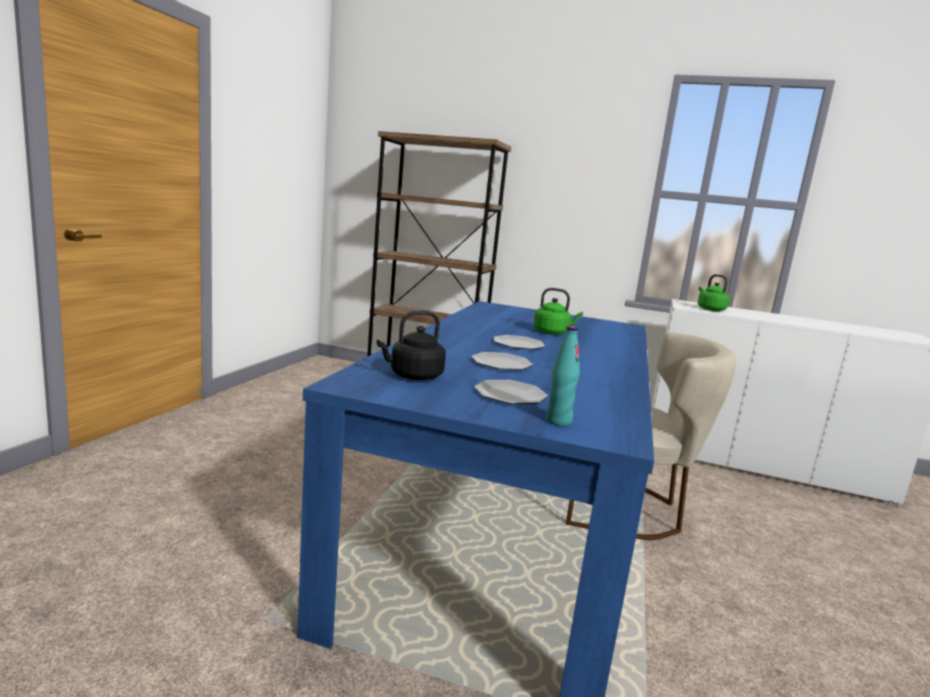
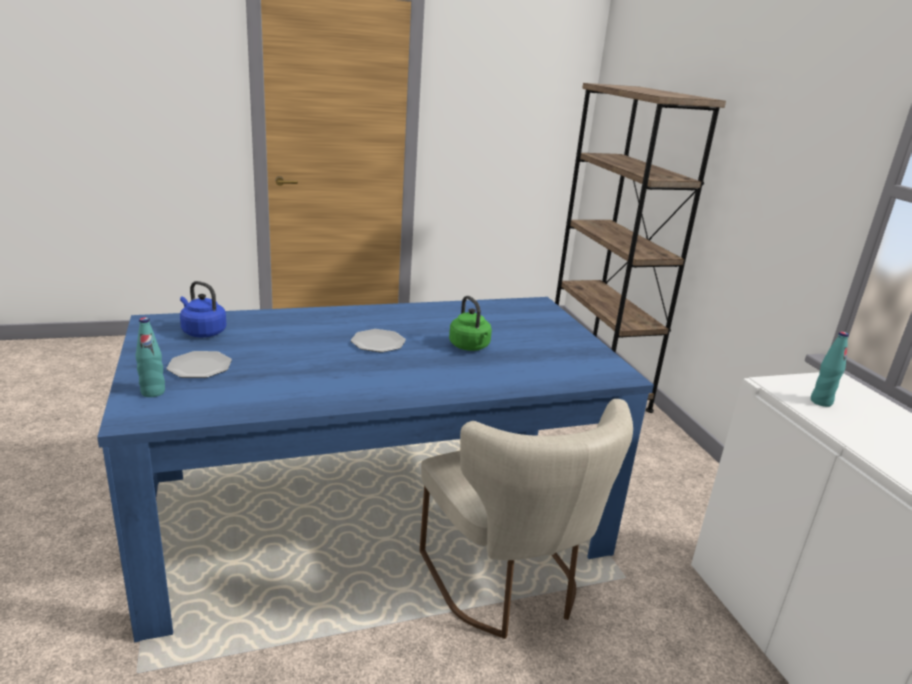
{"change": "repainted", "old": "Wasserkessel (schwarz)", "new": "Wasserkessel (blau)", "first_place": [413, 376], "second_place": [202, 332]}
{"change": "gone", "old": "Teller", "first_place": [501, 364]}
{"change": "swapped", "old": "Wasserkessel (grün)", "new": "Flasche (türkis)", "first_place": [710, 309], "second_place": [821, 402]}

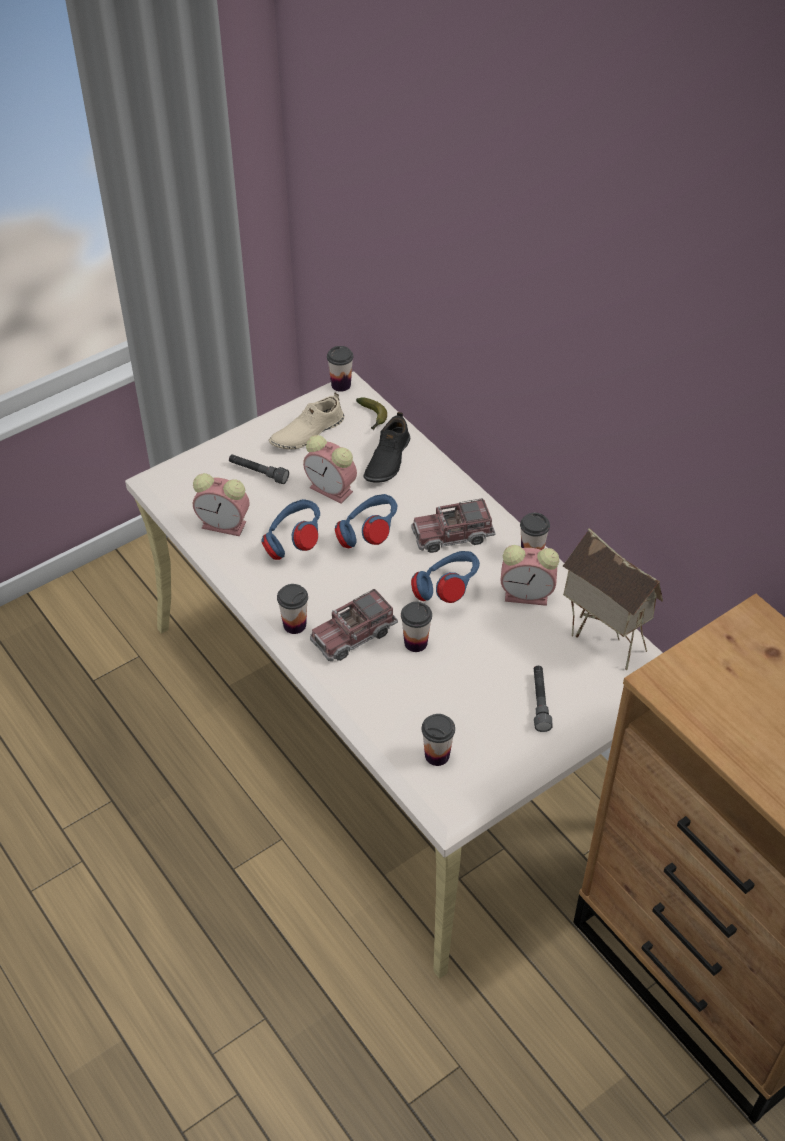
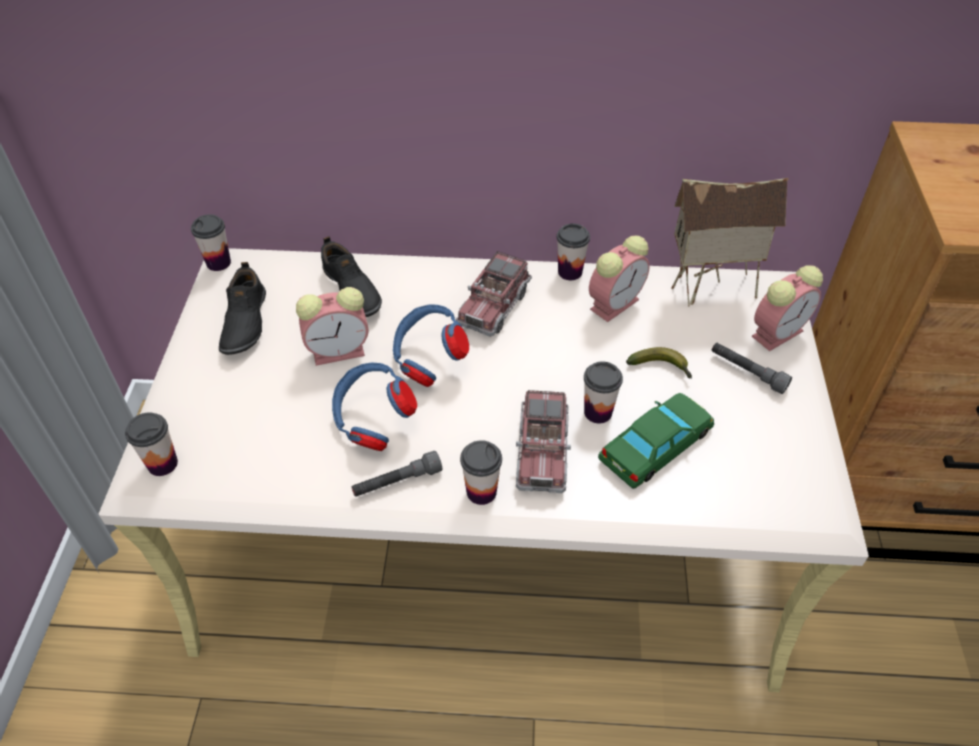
{"change": "shifted", "old": "Wecker", "first_place": [226, 525], "second_place": [778, 332]}
{"change": "shifted", "old": "Taschenlampe (grau)", "first_place": [258, 473], "second_place": [397, 482]}
{"change": "repainted", "old": "Schuh (beige)", "new": "Schuh (schwarz)", "first_place": [307, 432], "second_place": [244, 322]}
{"change": "shifted", "old": "Banane", "first_place": [372, 417], "second_place": [662, 368]}
{"change": "gone", "old": "Kopfhörer (blau)", "first_place": [447, 591]}
{"change": "shifted", "old": "Tasse", "first_place": [437, 755], "second_place": [162, 464]}
{"change": "new", "new": "Spielzeugauto (grün)", "second_place": [656, 444]}

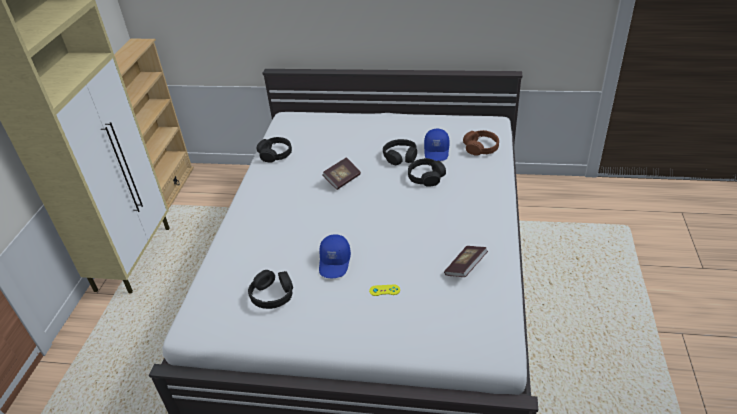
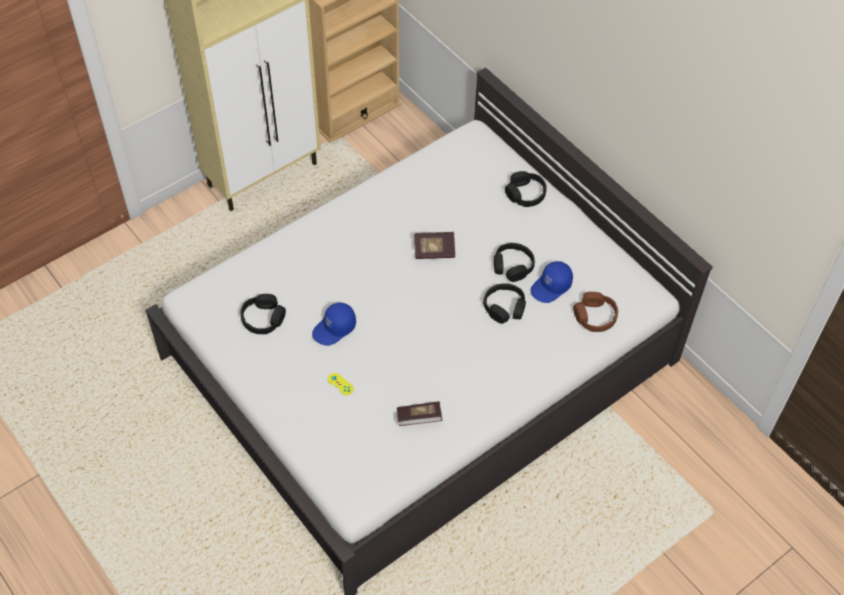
{"change": "shifted", "old": "Kopfhörer (schwarz)", "first_place": [275, 154], "second_place": [525, 194]}

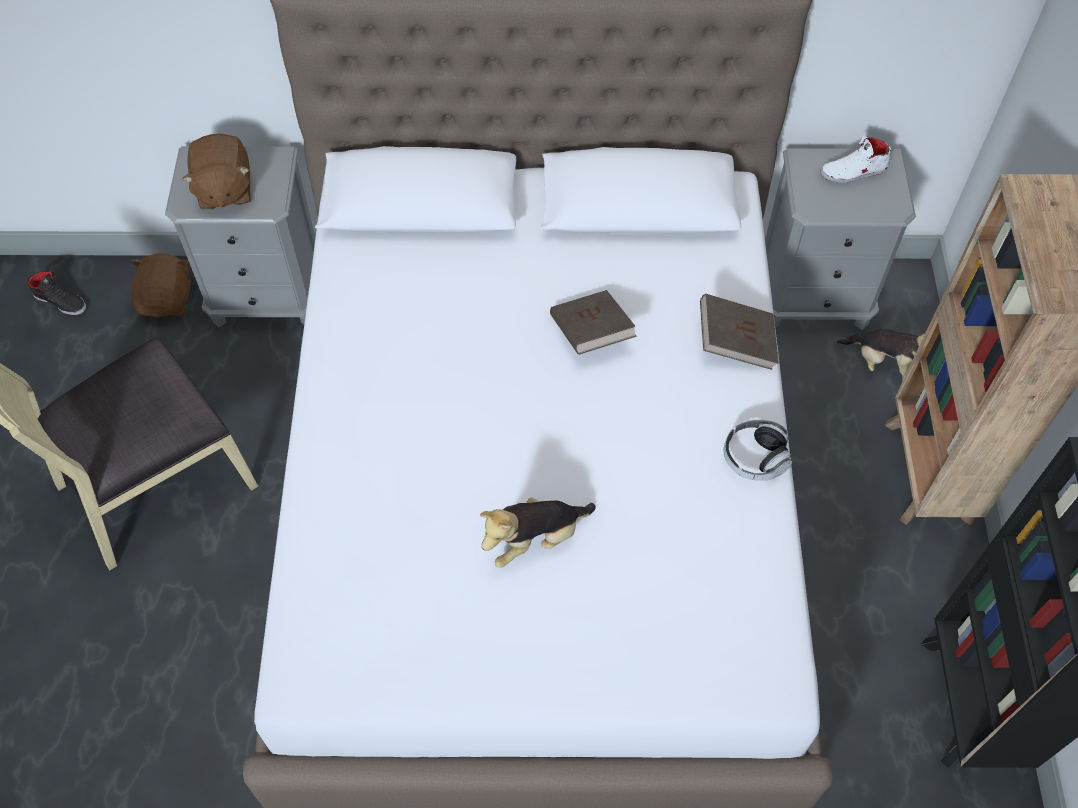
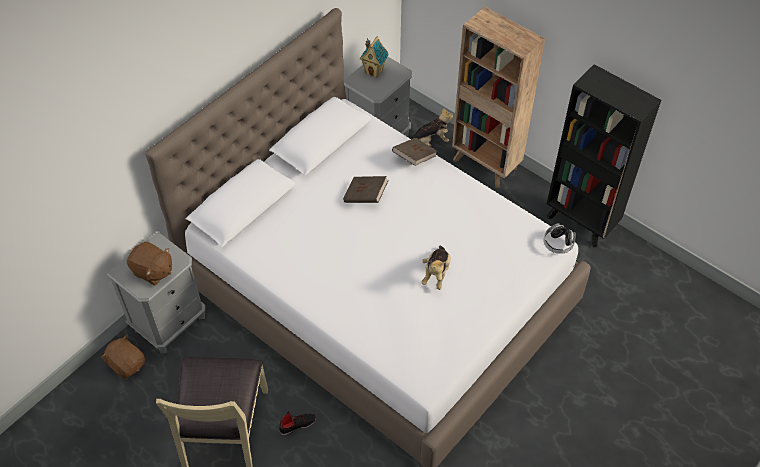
{"change": "shifted", "old": "Schuh (schwarz)", "first_place": [61, 301], "second_place": [297, 424]}
{"change": "shifted", "old": "Kopfhörer", "first_place": [754, 458], "second_place": [558, 244]}
{"change": "swapped", "old": "Schuh (weiß)", "new": "Spielzeughaus", "first_place": [853, 172], "second_place": [374, 71]}

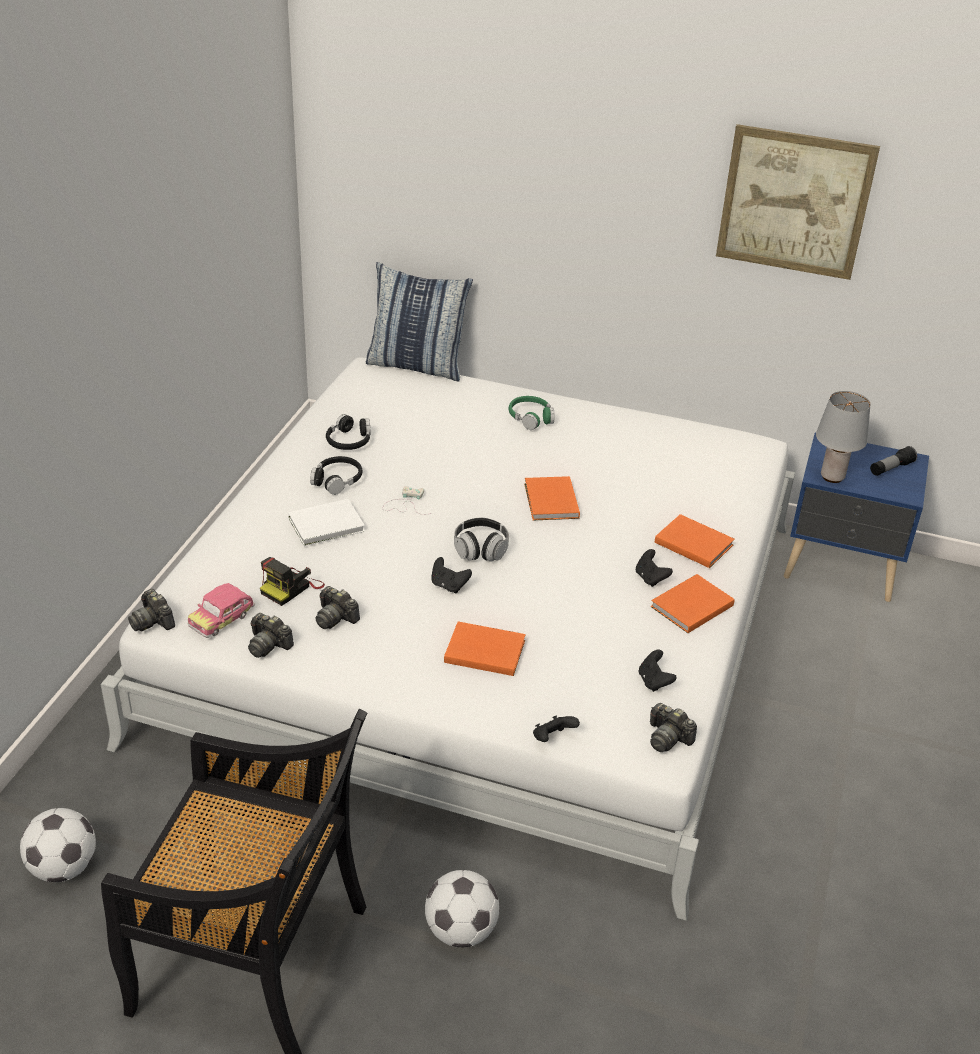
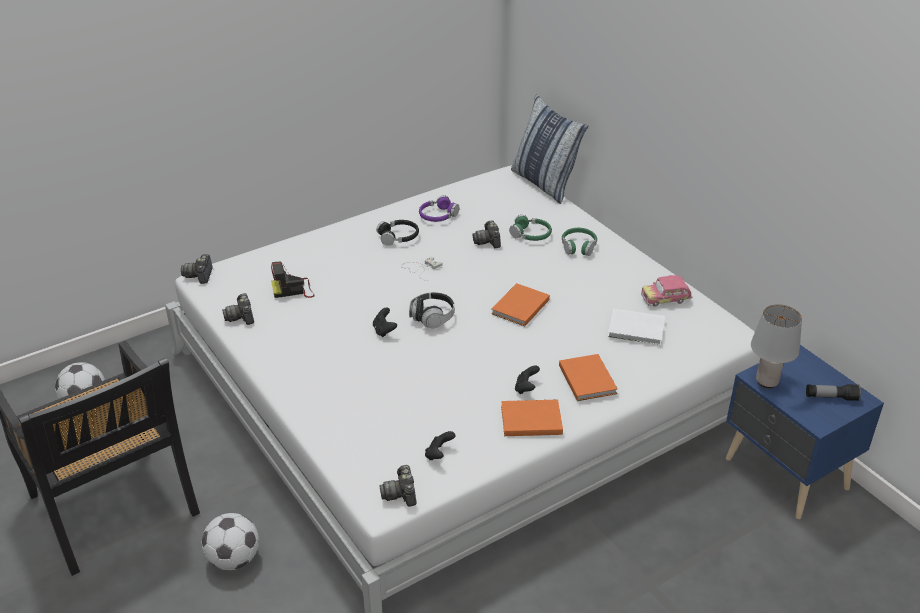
{"change": "shifted", "old": "Spielzeugauto", "first_place": [222, 619], "second_place": [665, 299]}
{"change": "shifted", "old": "Buch (weiß)", "first_place": [328, 525], "second_place": [637, 330]}
{"change": "shifted", "old": "Kamera", "first_place": [335, 617], "second_place": [488, 241]}
{"change": "repainted", "old": "Kopfhörer (schwarz)", "new": "Kopfhörer (lila)", "first_place": [349, 441], "second_place": [438, 215]}
{"change": "gone", "old": "Buch (orange)", "first_place": [483, 650]}
{"change": "gone", "old": "Gamepad (schwarz)", "first_place": [552, 738]}
{"change": "gone", "old": "Bild", "first_place": [794, 202]}
{"change": "new", "new": "Kopfhörer (grün)", "second_place": [531, 234]}

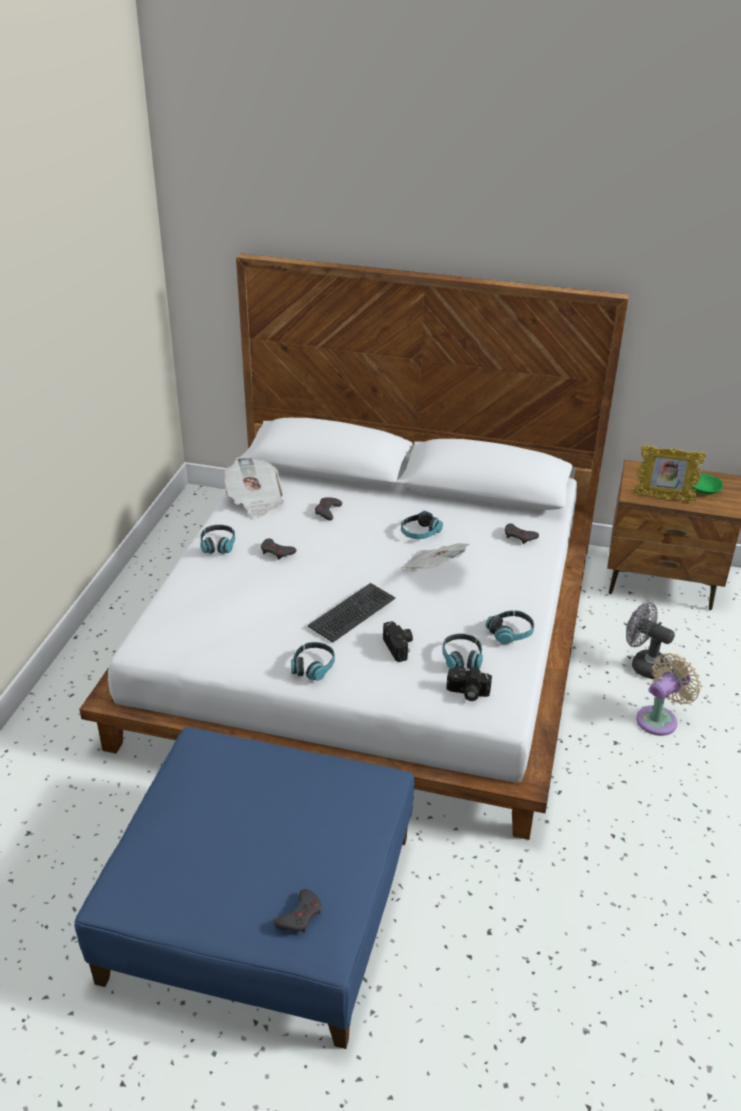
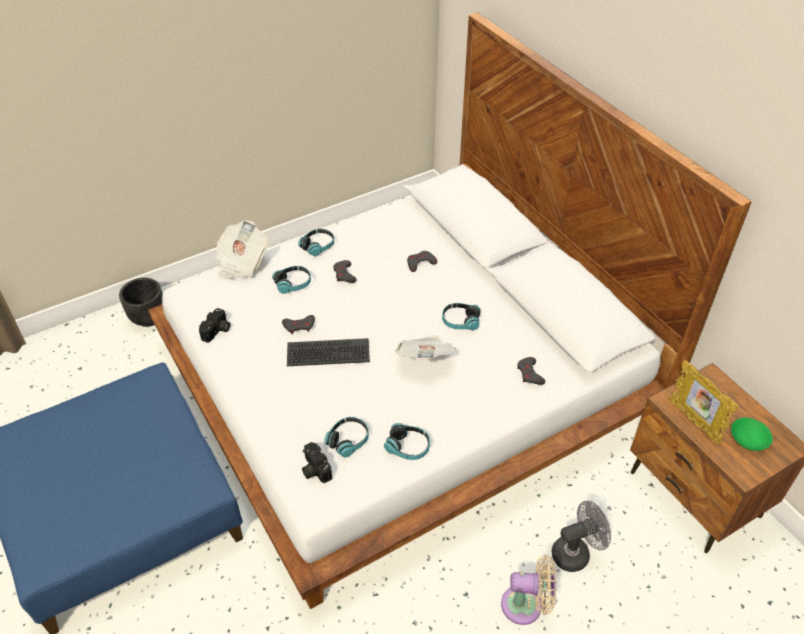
{"change": "shifted", "old": "Zeitung", "first_place": [255, 501], "second_place": [241, 263]}
{"change": "shifted", "old": "Gamepad (grau)", "first_place": [300, 915], "second_place": [299, 326]}
{"change": "shifted", "old": "Kopfhörer", "first_place": [313, 667], "second_place": [293, 284]}
{"change": "shifted", "old": "Kamera", "first_place": [399, 647], "second_place": [217, 331]}
{"change": "rotated", "old": "Ventilator (grau)", "first_place": [643, 665], "second_place": [576, 552], "degrees": 75}
{"change": "new", "new": "Pflanzkübel (schwarz)", "second_place": [148, 319]}

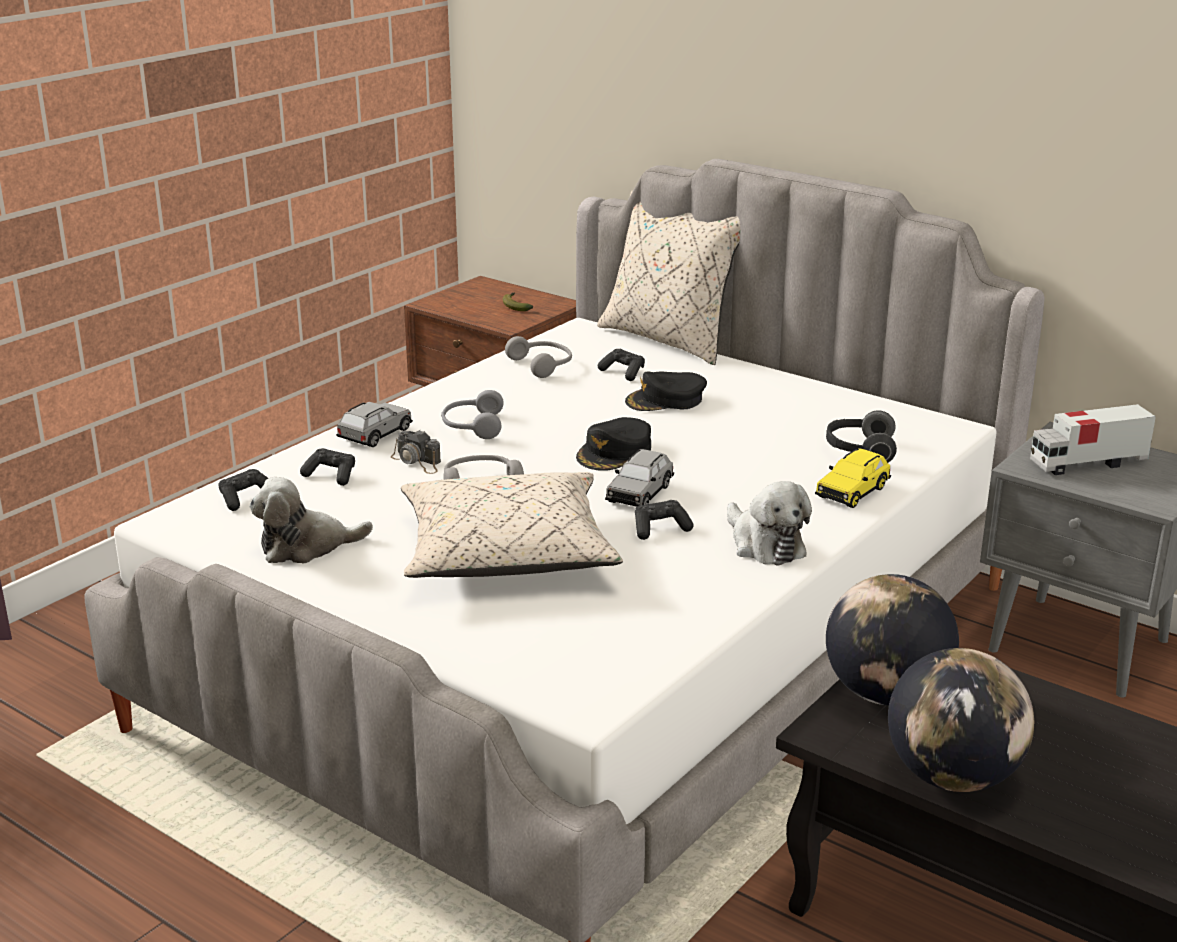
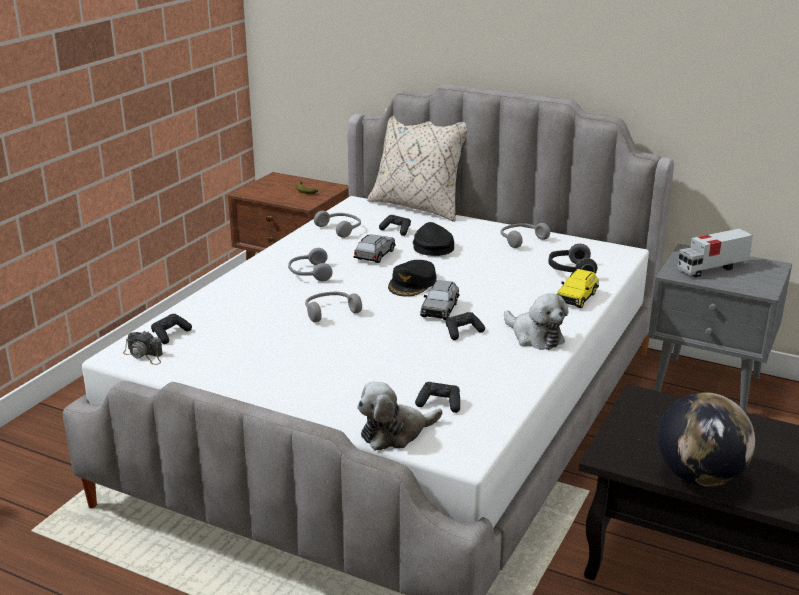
{"change": "shifted", "old": "Plüschtier", "first_place": [306, 547], "second_place": [395, 433]}
{"change": "shifted", "old": "Gamepad (schwarz)", "first_place": [331, 476], "second_place": [439, 404]}
{"change": "shifted", "old": "Spielzeugauto (grau)", "first_place": [375, 435], "second_place": [375, 255]}
{"change": "shifted", "old": "Kamera", "first_place": [417, 461], "second_place": [144, 355]}
{"change": "gone", "old": "Kissen (beige)", "first_place": [506, 553]}
{"change": "rotated", "old": "Kappe (schwarz)", "first_place": [666, 400], "second_place": [432, 247], "degrees": 105}
{"change": "gone", "old": "Globus", "first_place": [885, 694]}
{"change": "new", "new": "Kopfhörer (grau)", "second_place": [521, 240]}

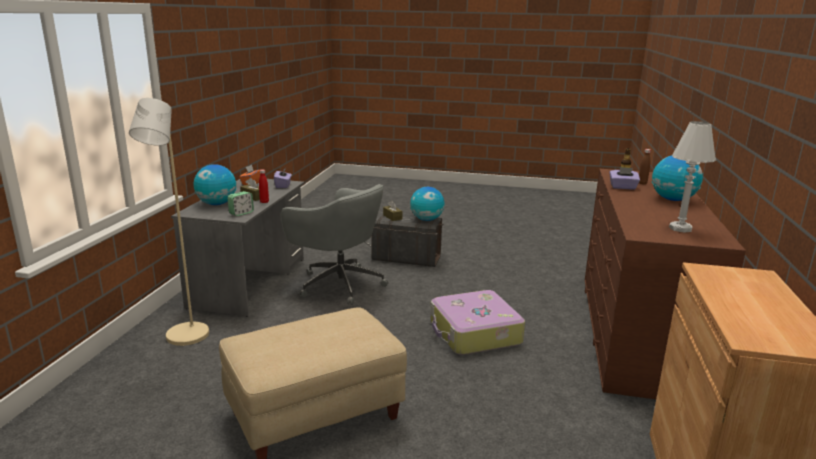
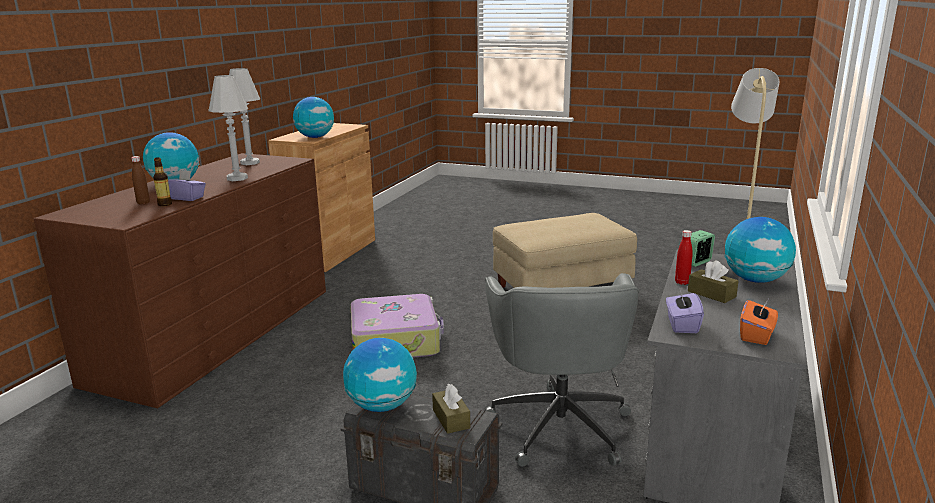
{"change": "rotated", "old": "Bürostuhl (grau)", "first_place": [338, 284], "second_place": [559, 424], "degrees": -135}
{"change": "new", "new": "Tischlampe (weiß)", "second_place": [237, 178]}
{"change": "new", "new": "Globus", "second_place": [315, 137]}

